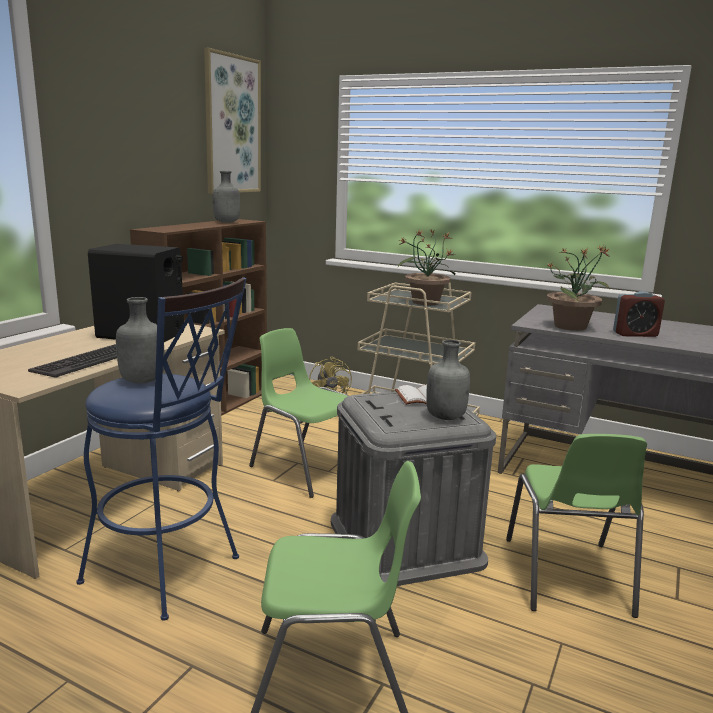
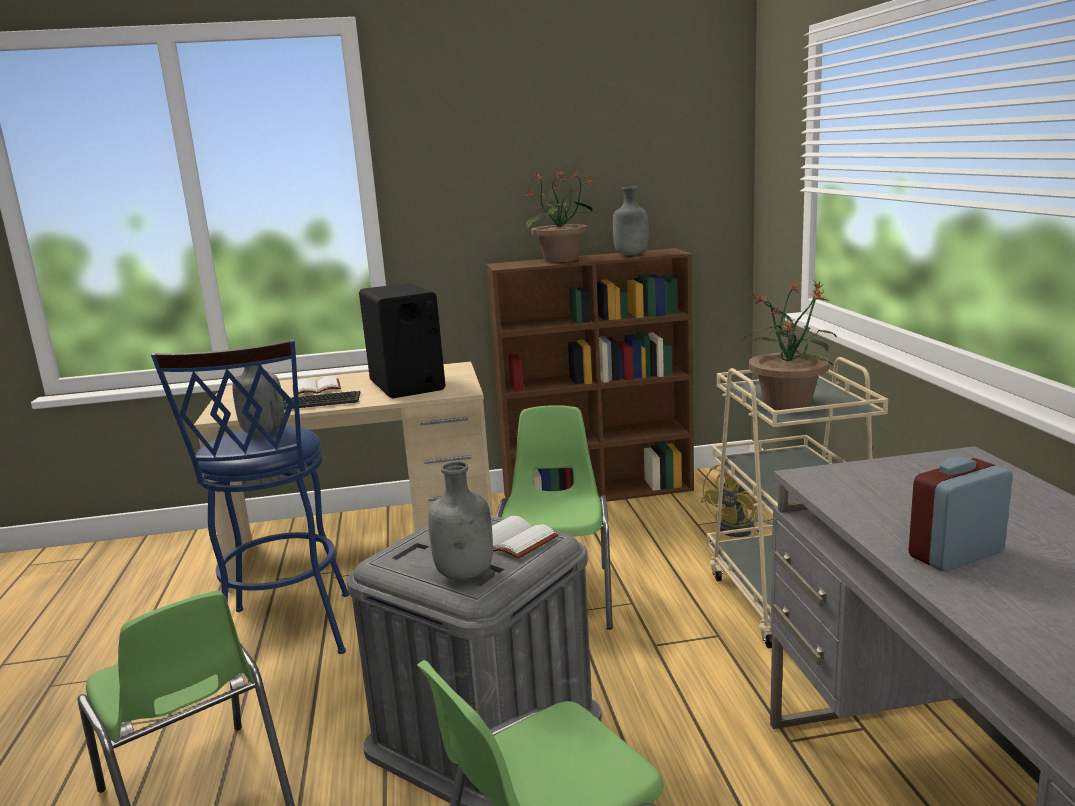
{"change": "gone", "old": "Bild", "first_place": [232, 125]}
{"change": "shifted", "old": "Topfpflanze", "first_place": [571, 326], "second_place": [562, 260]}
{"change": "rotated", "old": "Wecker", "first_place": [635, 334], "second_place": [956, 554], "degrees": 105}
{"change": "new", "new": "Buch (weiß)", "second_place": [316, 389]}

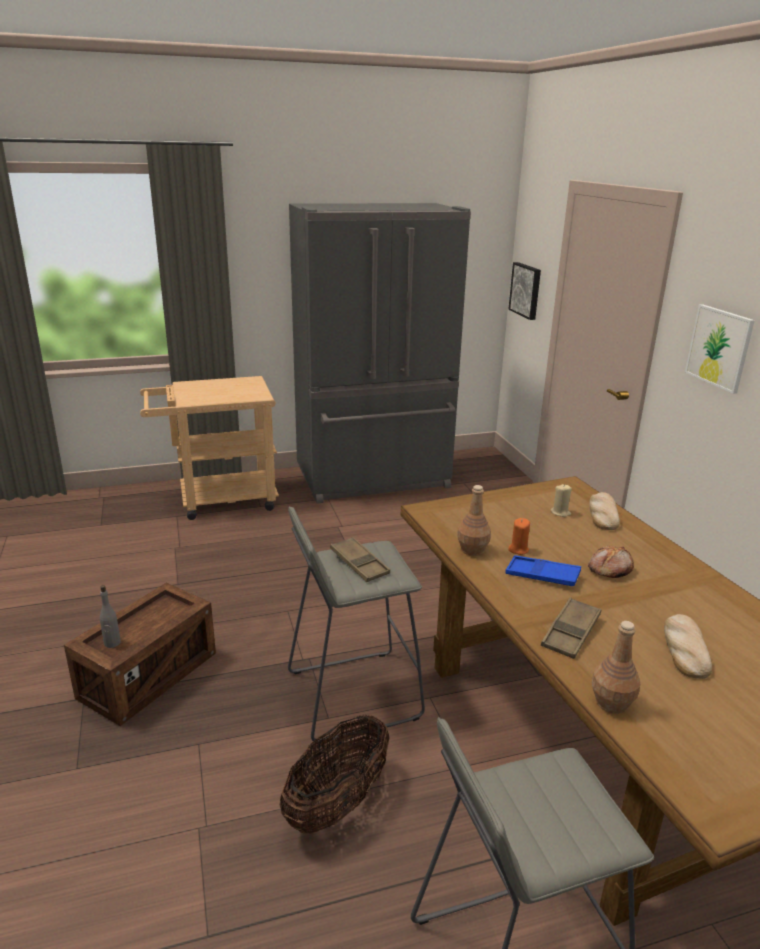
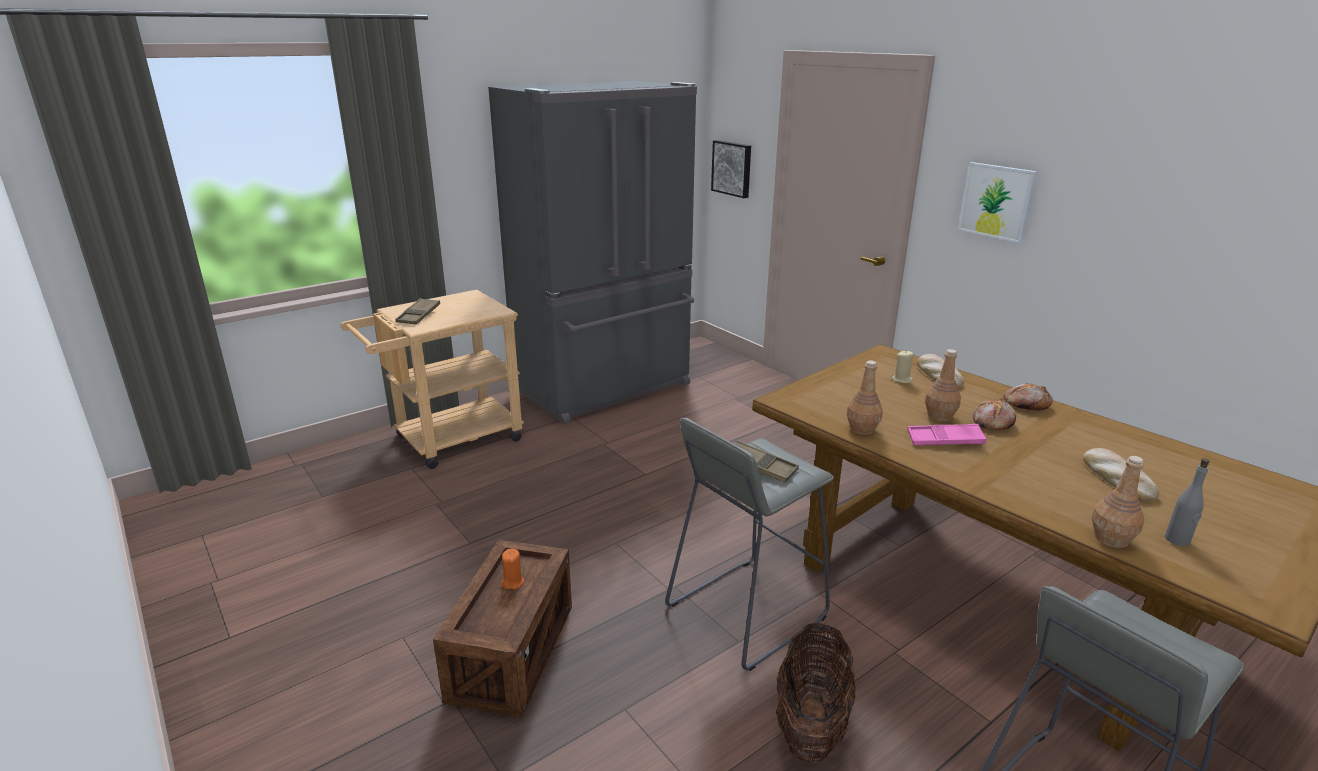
{"change": "shifted", "old": "Flasche (grau)", "first_place": [112, 643], "second_place": [1177, 540]}
{"change": "repainted", "old": "Tablett (blau)", "new": "Tablett (rosa)", "first_place": [542, 575], "second_place": [945, 440]}
{"change": "shifted", "old": "Kerze (orange)", "first_place": [518, 549], "second_place": [512, 582]}
{"change": "shifted", "old": "Tablett (braun)", "first_place": [571, 632], "second_place": [419, 315]}
{"change": "new", "new": "Flasche (braun)", "second_place": [939, 416]}
{"change": "new", "new": "Brot", "second_place": [1026, 404]}

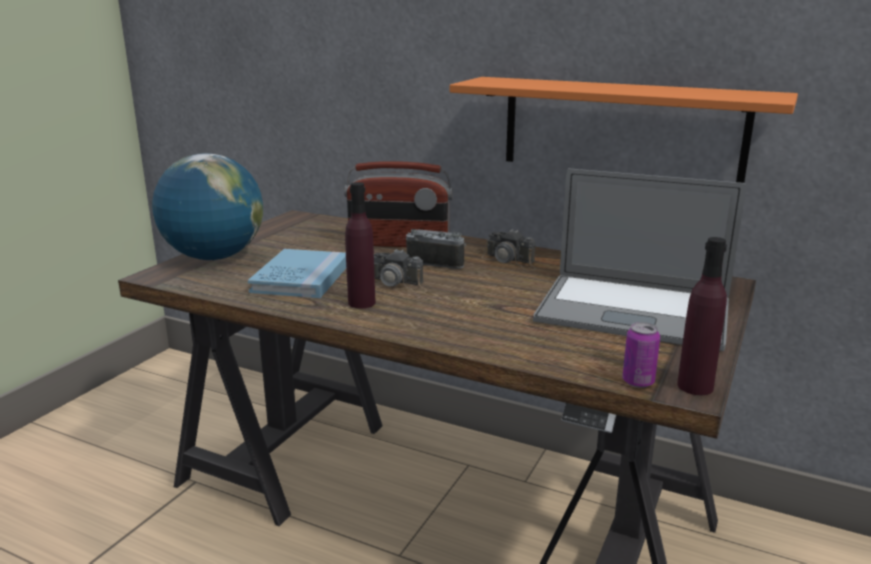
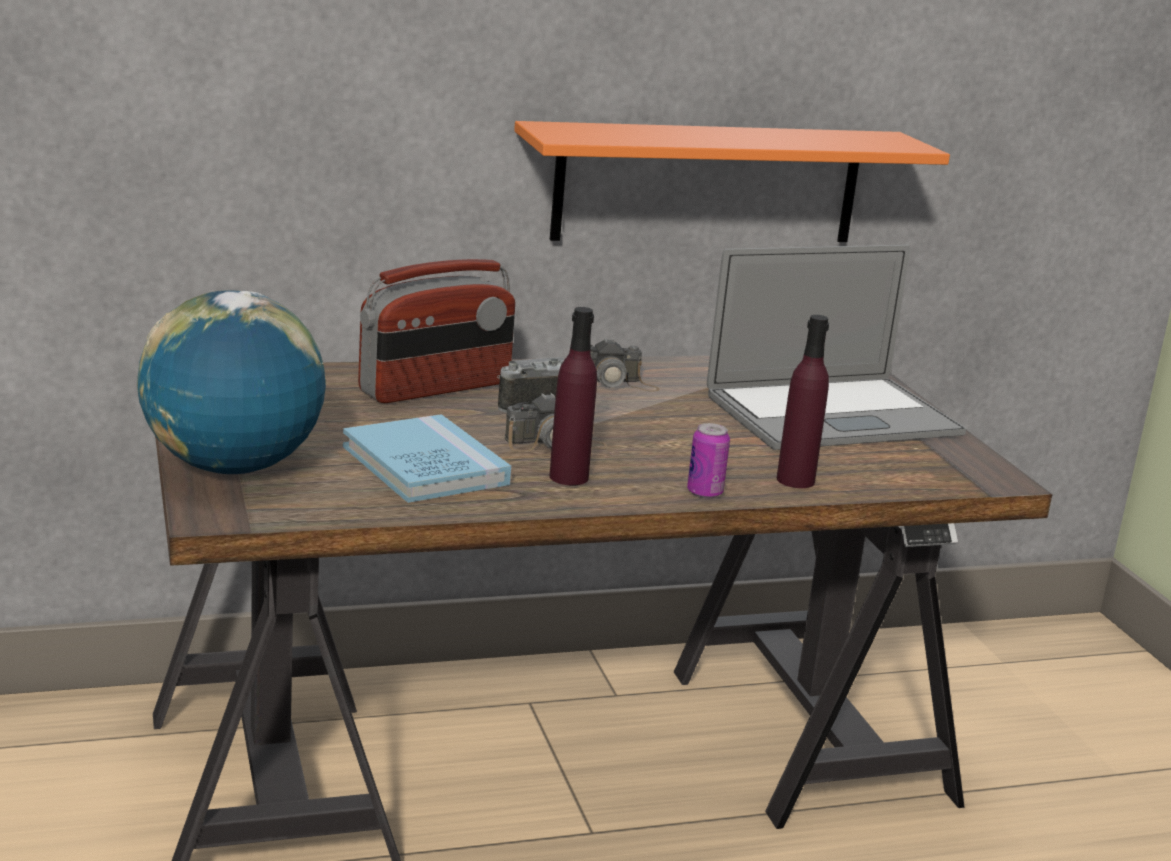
{"change": "shifted", "old": "Dose", "first_place": [638, 382], "second_place": [704, 492]}
{"change": "shifted", "old": "Flasche (lila)", "first_place": [695, 386], "second_place": [795, 480]}

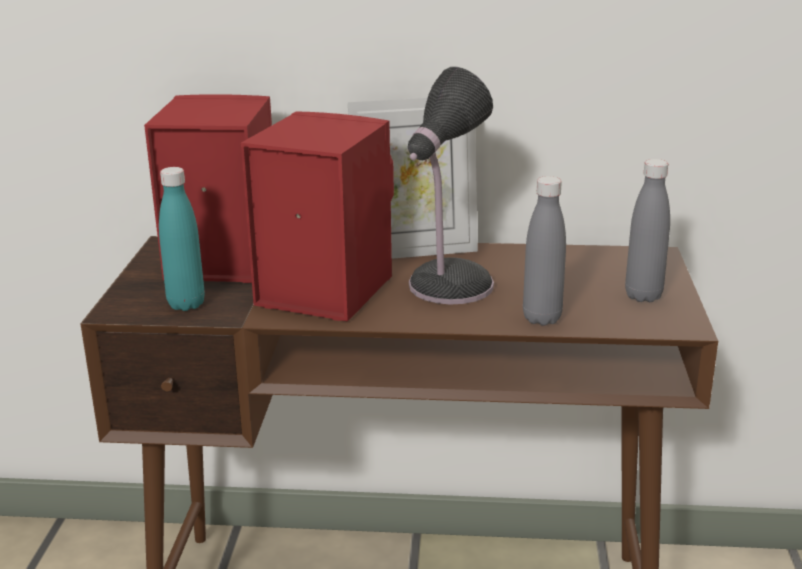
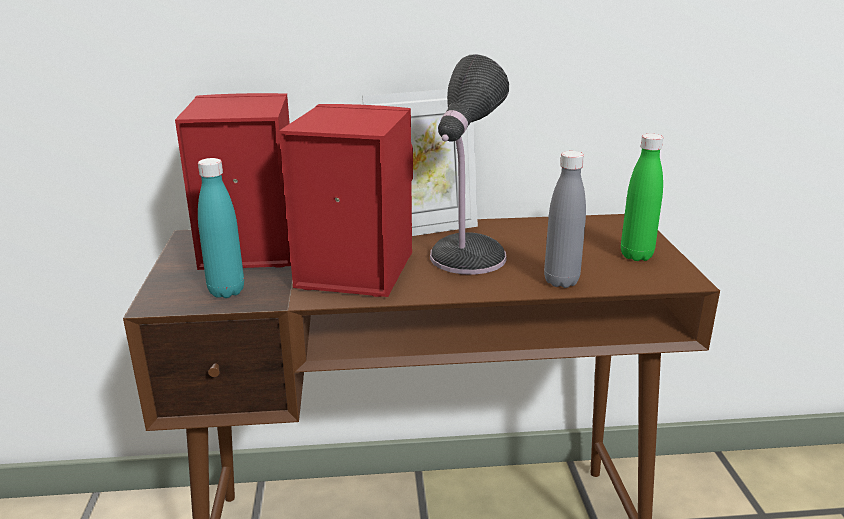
{"change": "repainted", "old": "Flasche (grau)", "new": "Flasche (grün)", "first_place": [643, 296], "second_place": [636, 255]}

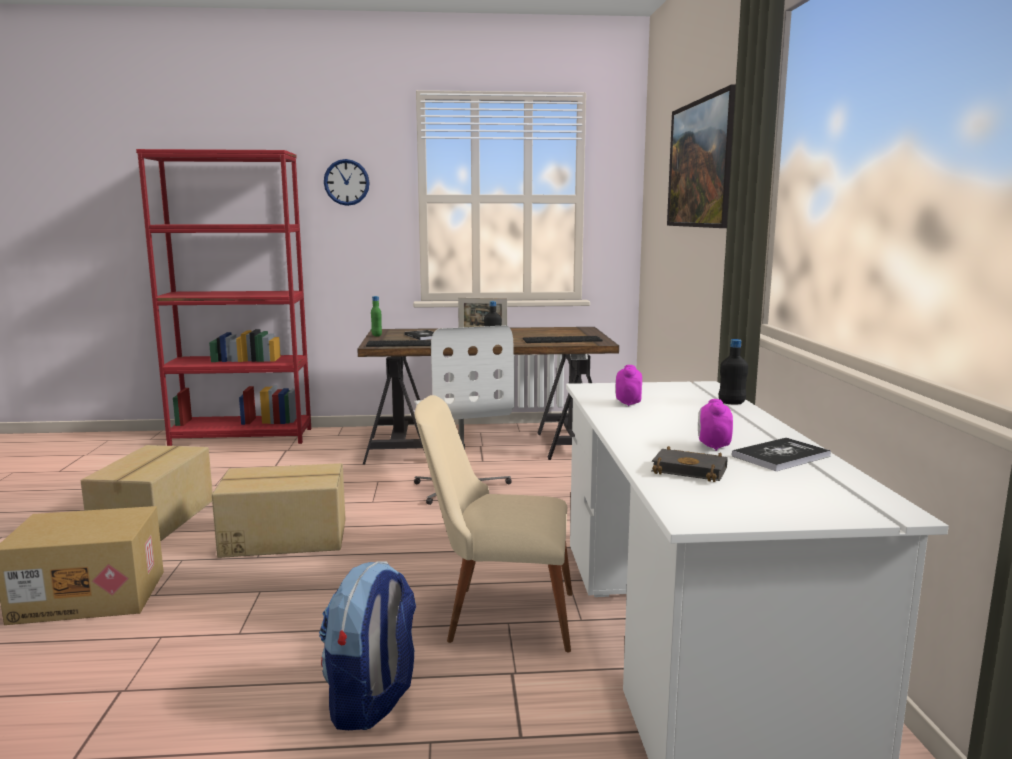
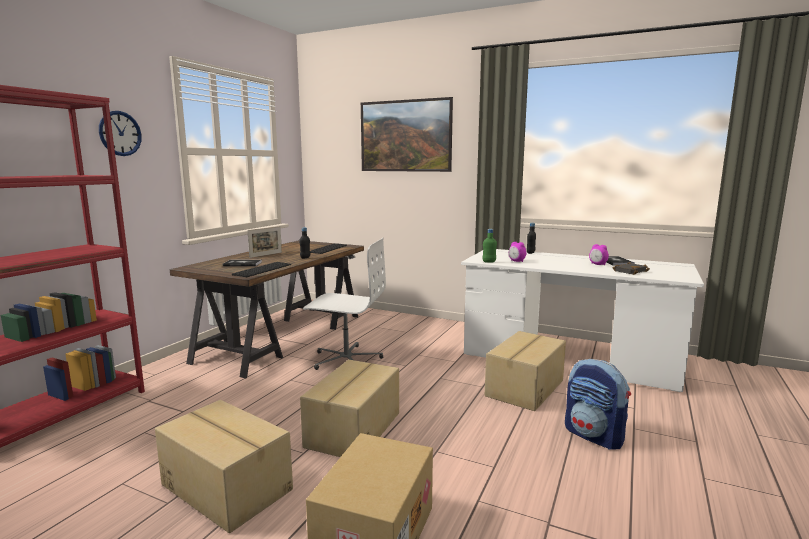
{"change": "shifted", "old": "Flasche (grün)", "first_place": [376, 335], "second_place": [489, 262]}
{"change": "swapped", "old": "Stuhl (beige)", "new": "Karton", "first_place": [497, 615], "second_place": [523, 388]}

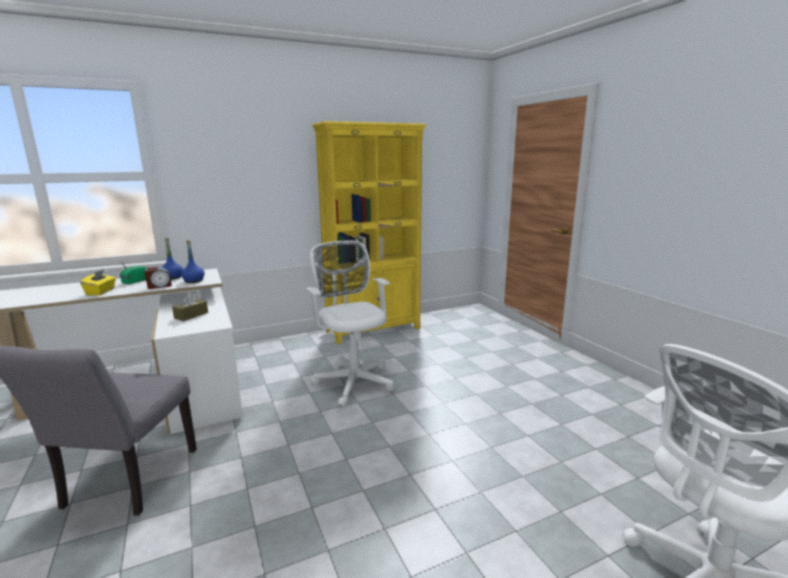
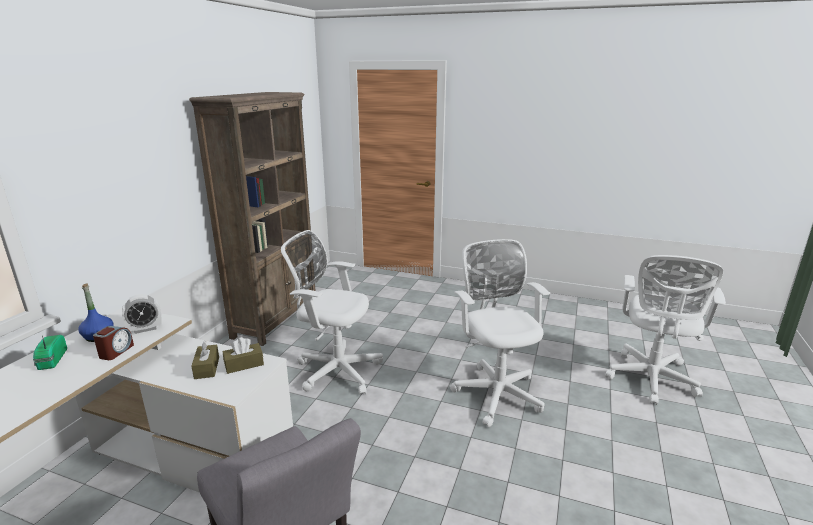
{"change": "gone", "old": "Taschentuchbox (gelb)", "first_place": [101, 292]}
{"change": "swapped", "old": "Flasche (blau)", "new": "Wecker", "first_place": [194, 281], "second_place": [145, 329]}
{"change": "repainted", "old": "Bücherregal (gelb)", "new": "Bücherregal (braun)", "first_place": [374, 330], "second_place": [276, 318]}
{"change": "new", "new": "Taschentuchbox (braun)", "second_place": [244, 364]}
{"change": "new", "new": "Bürostuhl (weiß)", "second_place": [496, 391]}

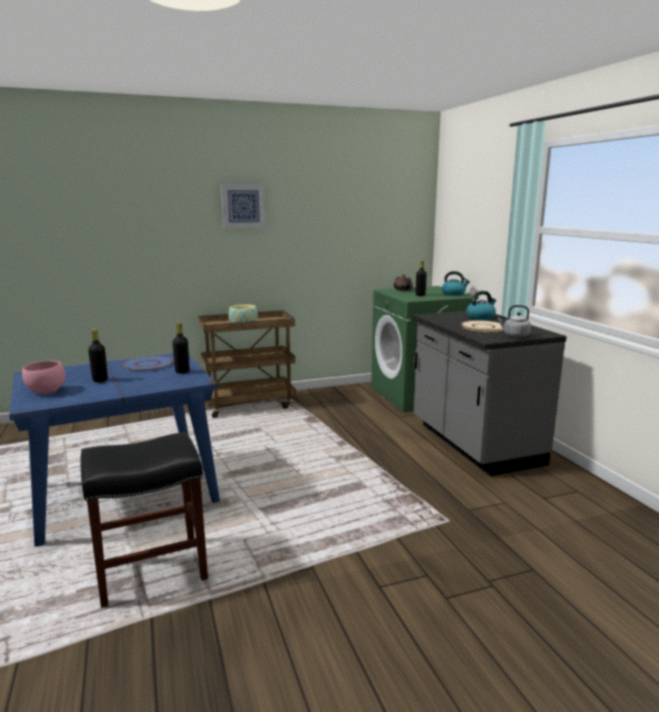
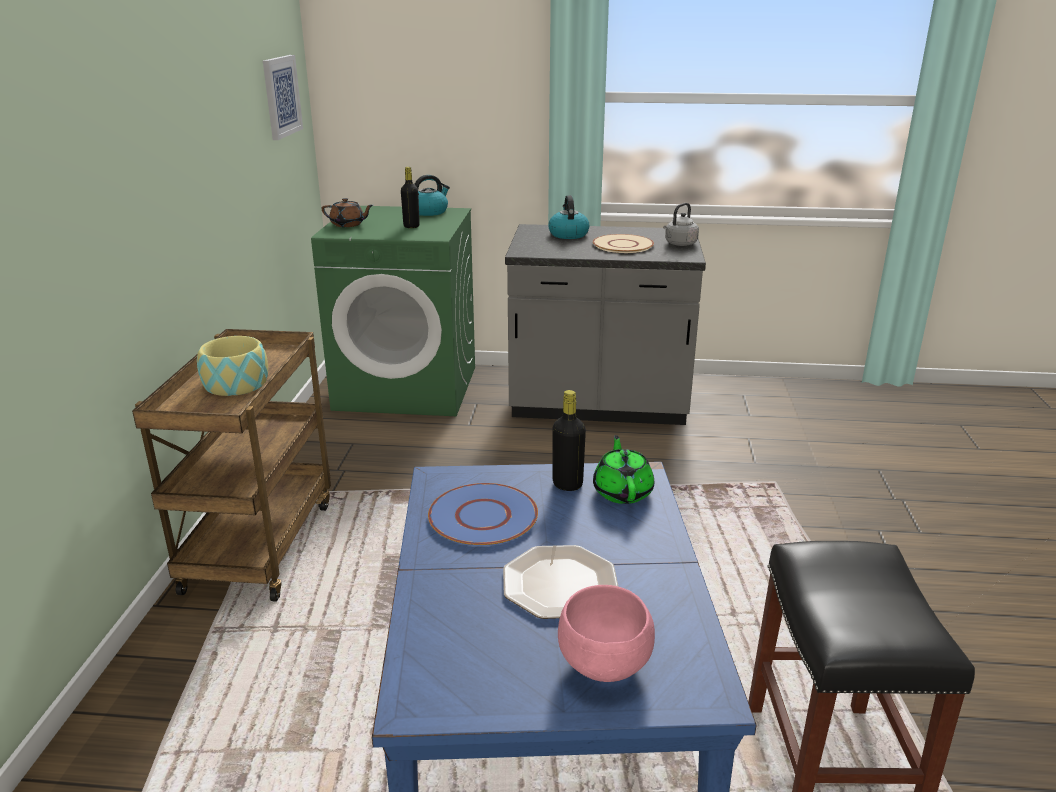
{"change": "swapped", "old": "Flasche (schwarz)", "new": "Teller", "first_place": [100, 380], "second_place": [561, 584]}
{"change": "shifted", "old": "Bild", "first_place": [243, 206], "second_place": [281, 96]}
{"change": "new", "new": "Teekanne (grün)", "second_place": [622, 491]}

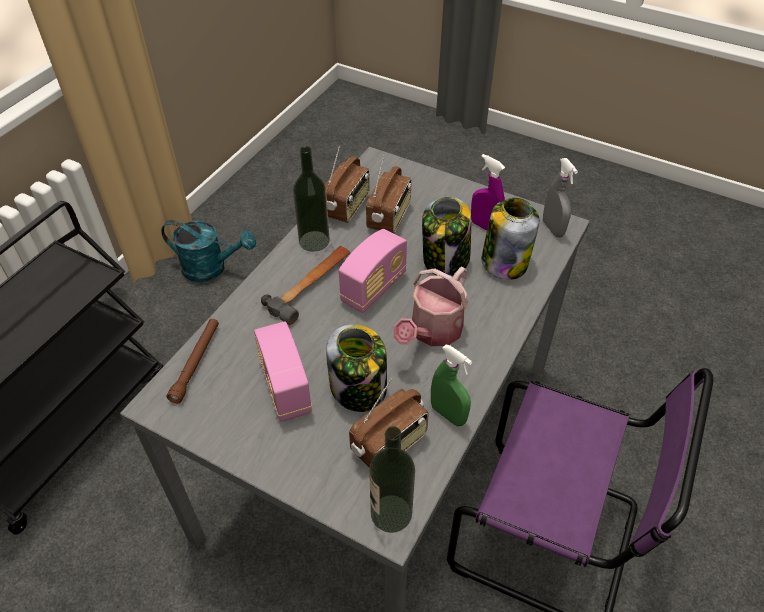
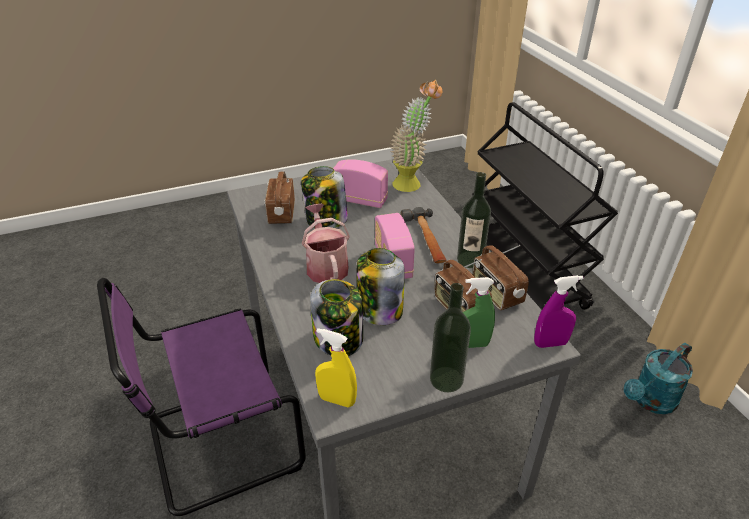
{"change": "swapped", "old": "Taschenlampe (braun)", "new": "Topfpflanze", "first_place": [196, 363], "second_place": [412, 182]}
{"change": "shifted", "old": "Flasche", "first_place": [391, 513], "second_place": [446, 379]}
{"change": "shifted", "old": "Sprühflasche (grün)", "first_place": [448, 414], "second_place": [471, 344]}
{"change": "shifted", "old": "Sprühflasche (lila)", "first_place": [484, 226], "second_place": [550, 343]}
{"change": "repainted", "old": "Sprühflasche (grau)", "new": "Sprühflasche (gelb)", "first_place": [553, 228], "second_place": [337, 400]}

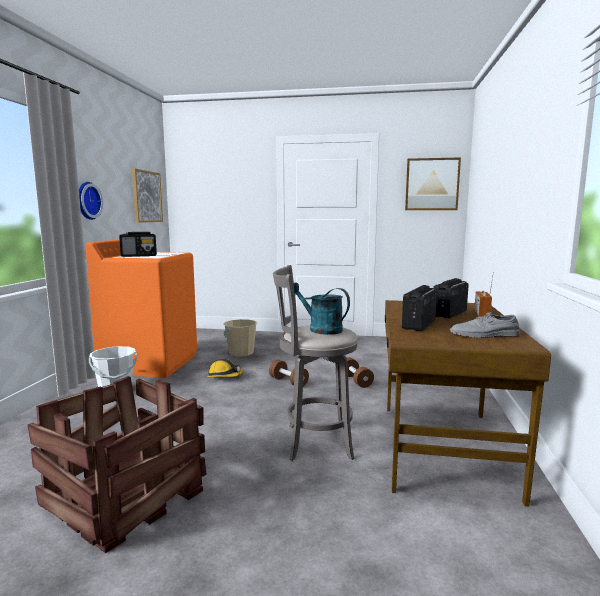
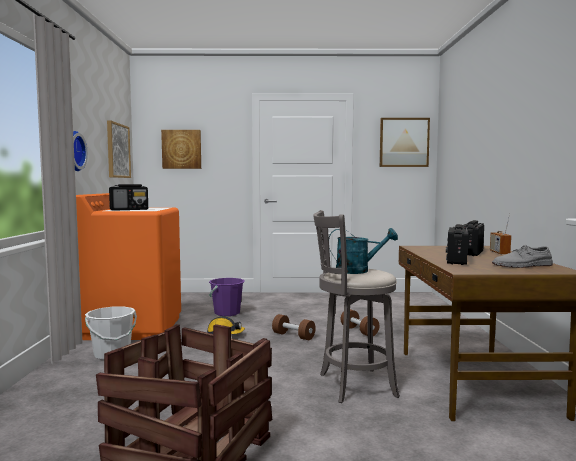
{"change": "repainted", "old": "Eimer (beige)", "new": "Eimer (lila)", "first_place": [241, 353], "second_place": [227, 313]}
{"change": "rotated", "old": "Gießkanne (türkis)", "first_place": [320, 329], "second_place": [358, 271], "degrees": 150}
{"change": "new", "new": "Bild", "second_place": [181, 149]}

